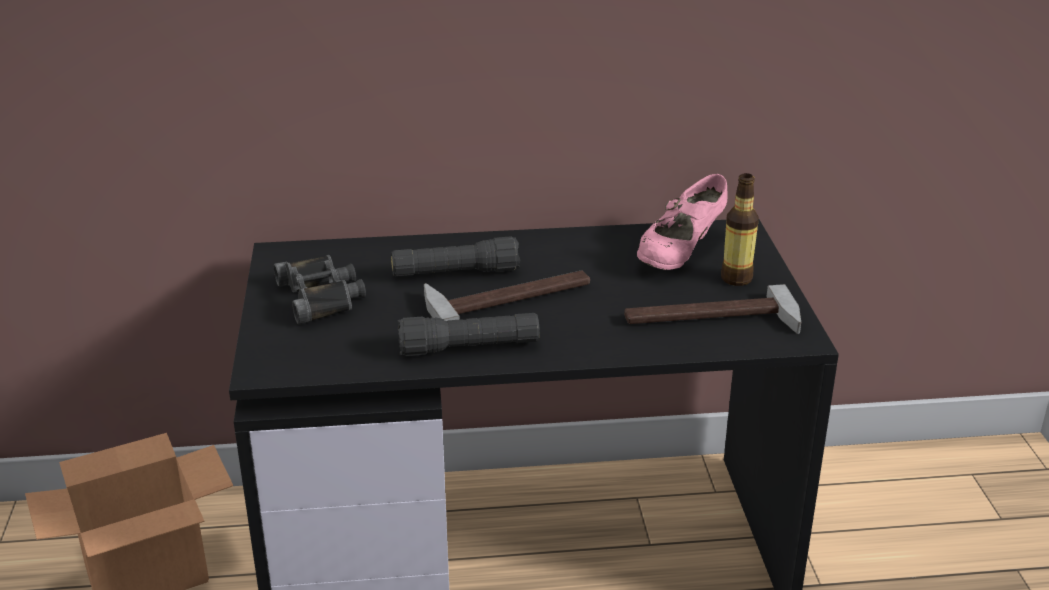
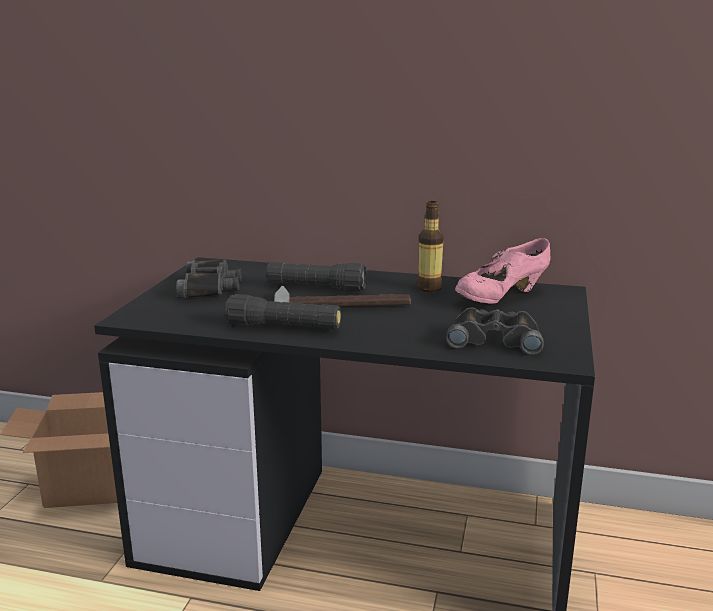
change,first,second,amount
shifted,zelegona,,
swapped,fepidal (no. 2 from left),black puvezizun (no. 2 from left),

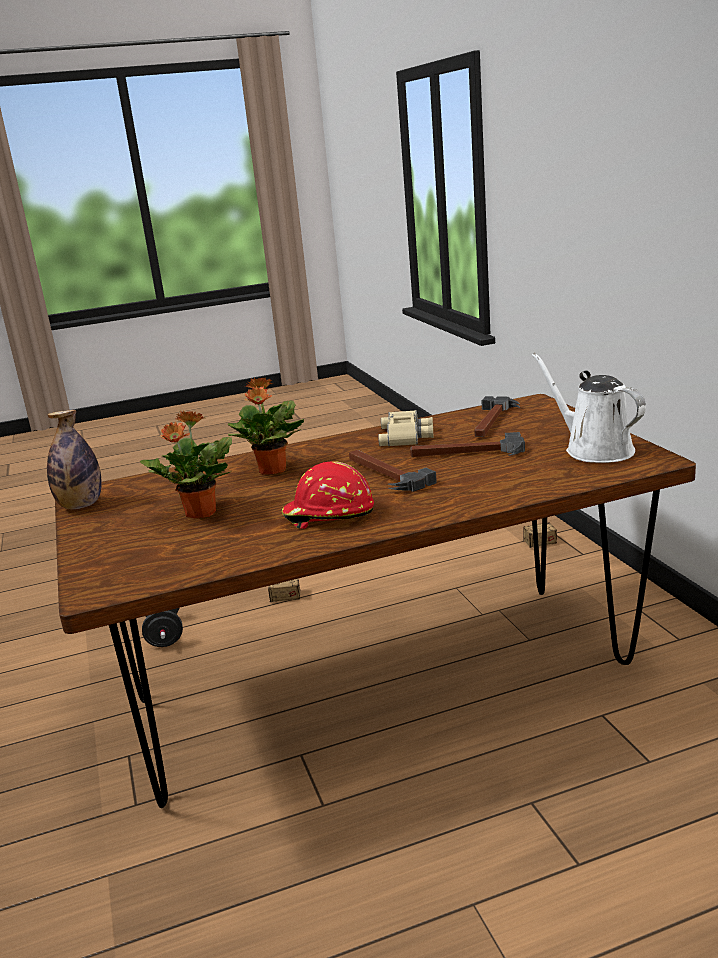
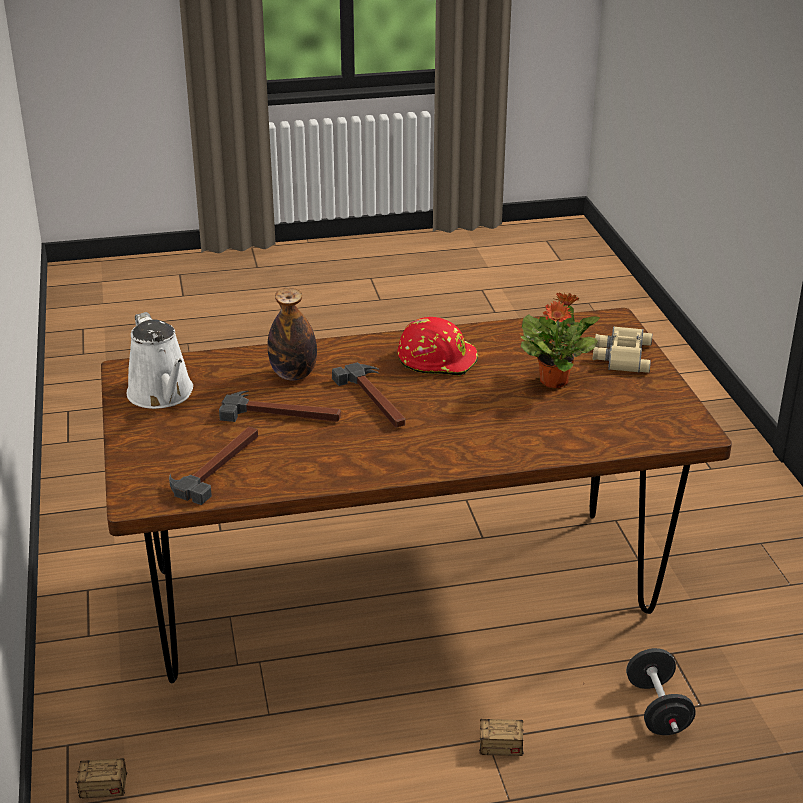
change,first,second,amount
gone,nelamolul (no. 2 from left),,
shifted,zelegona,,
shifted,beige puvezizun,,

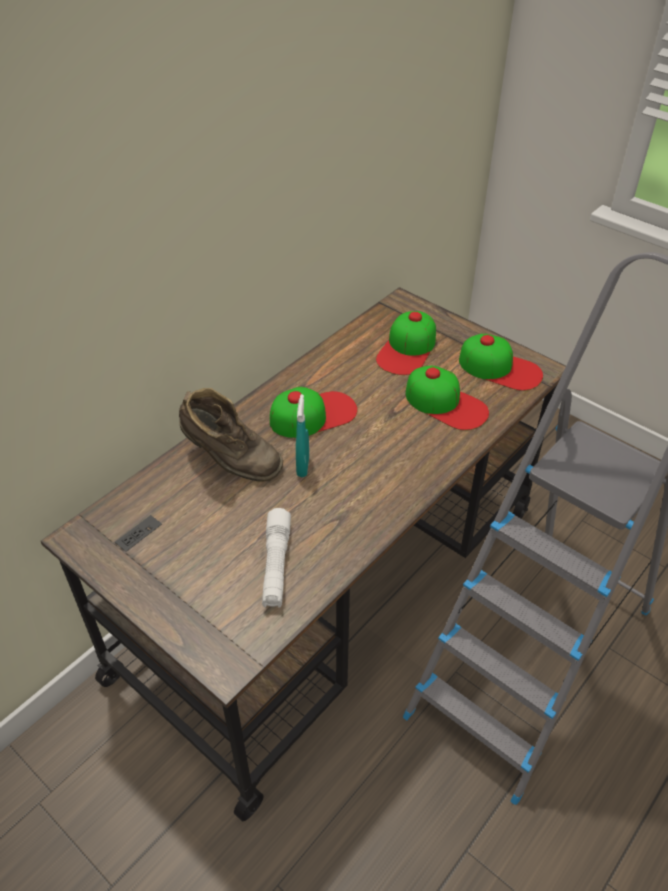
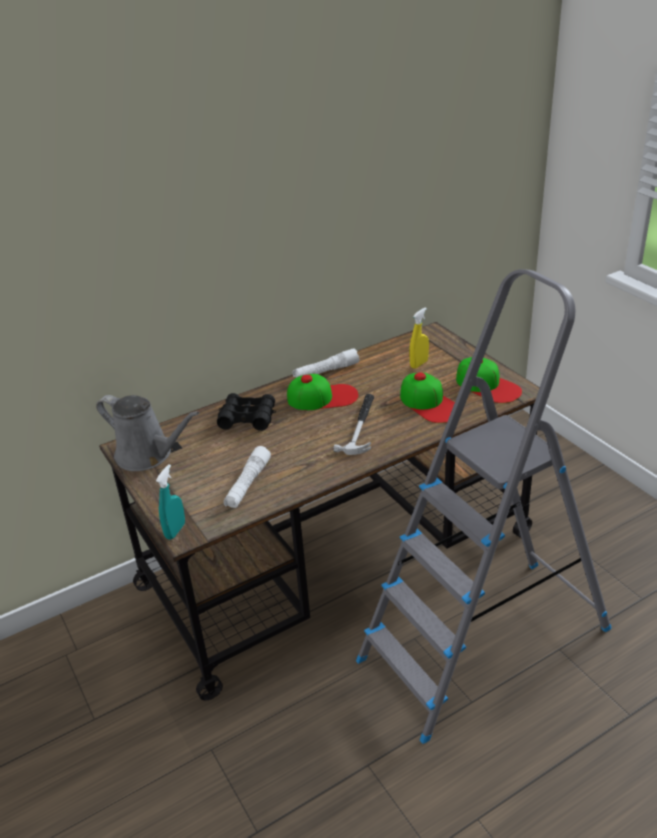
change,first,second,amount
swapped,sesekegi (no. 2 from left),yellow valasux,
swapped,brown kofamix,black puvezizun,
shifted,turquoise valasux,,
new,,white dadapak (no. 2 from left),
new,,fepidal,
new,,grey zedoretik,

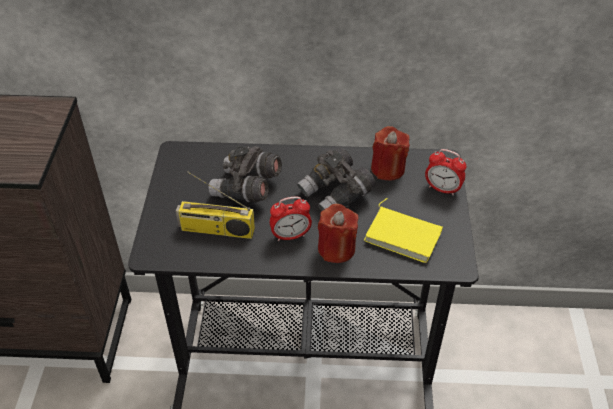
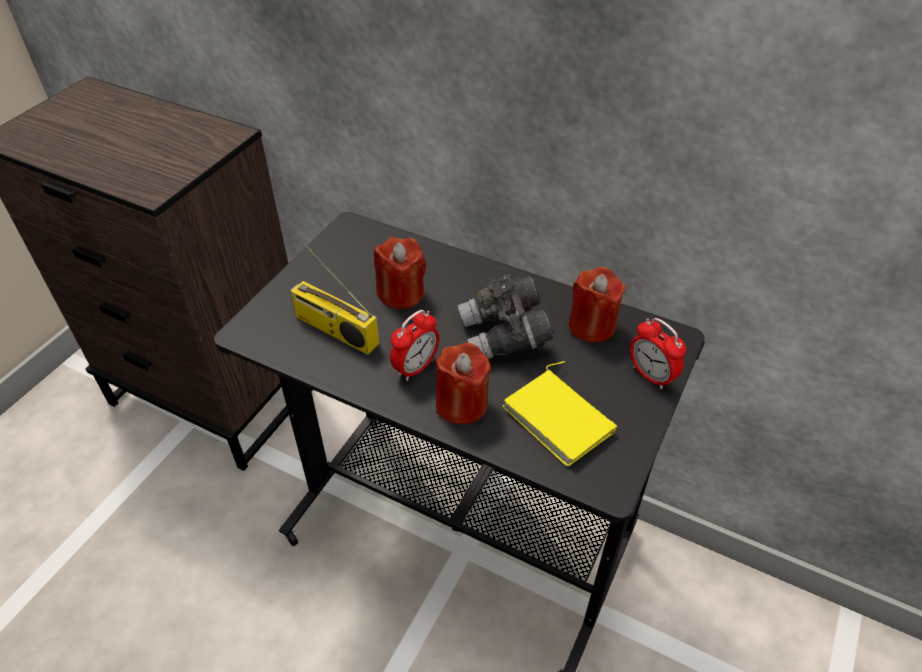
change,first,second,amount
swapped,grey puvezizun (no. 1 from left),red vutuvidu (no. 1 from left),
rotated,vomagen (no. 1 from left),,60 degrees counterclockwise

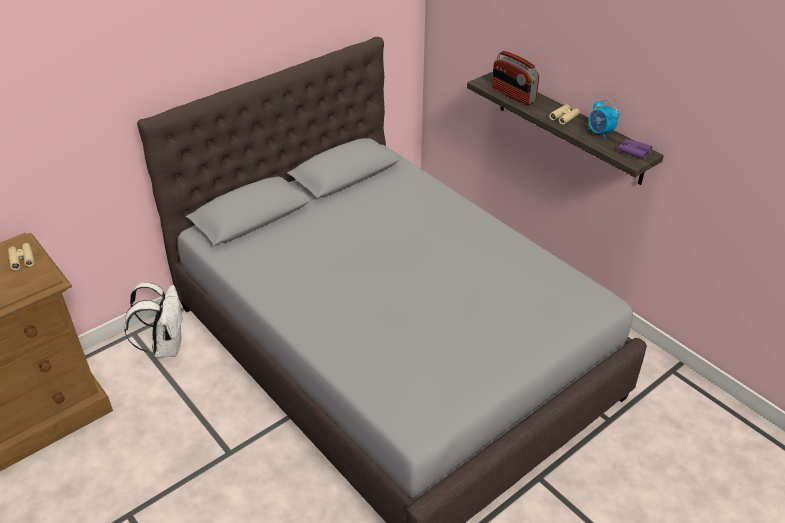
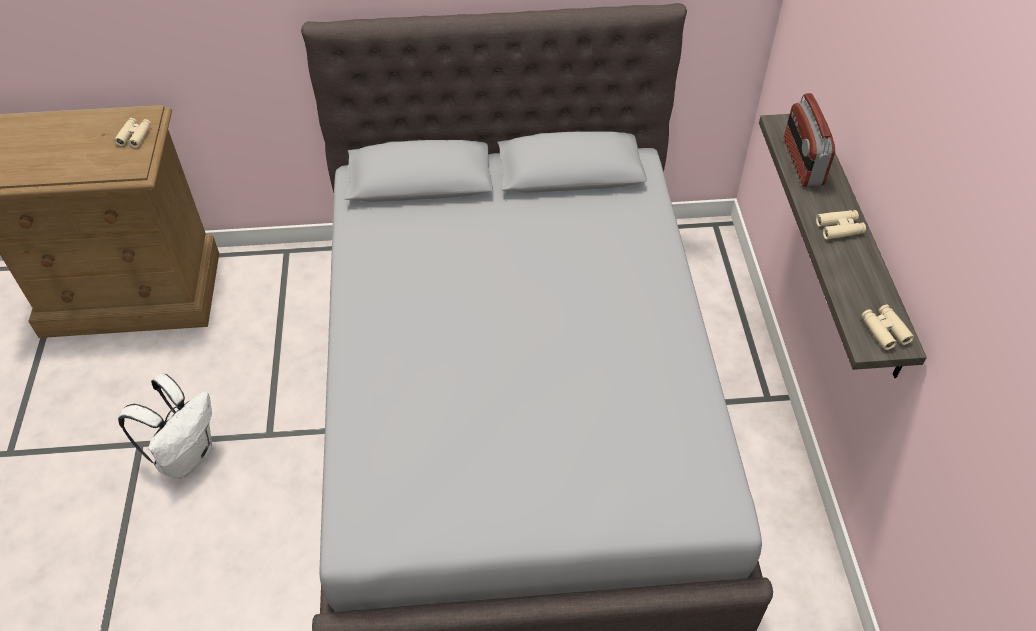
change,first,second,amount
gone,vomagen,,
repainted,purple puvezizun,beige puvezizun (no. 3 from left),
shifted,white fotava,,

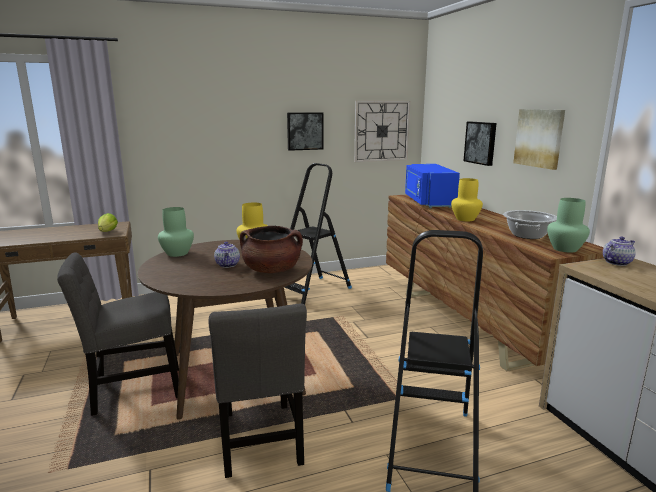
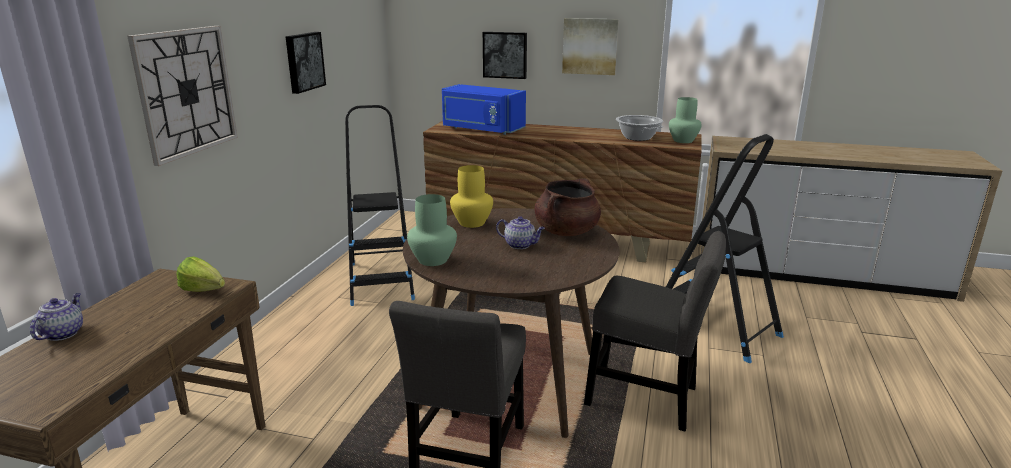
change,first,second,amount
shifted,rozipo,,
gone,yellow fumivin (no. 2 from left),,
shifted,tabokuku (no. 2 from left in the first image),tabokuku (no. 1 from left),

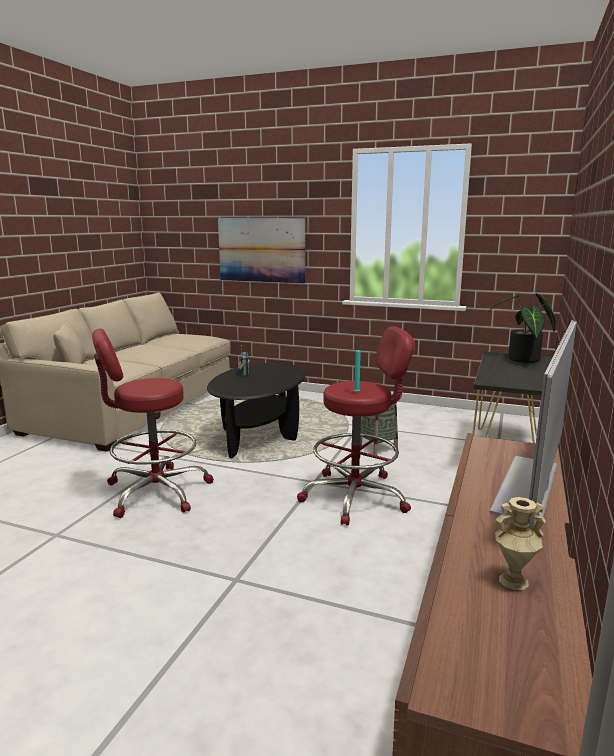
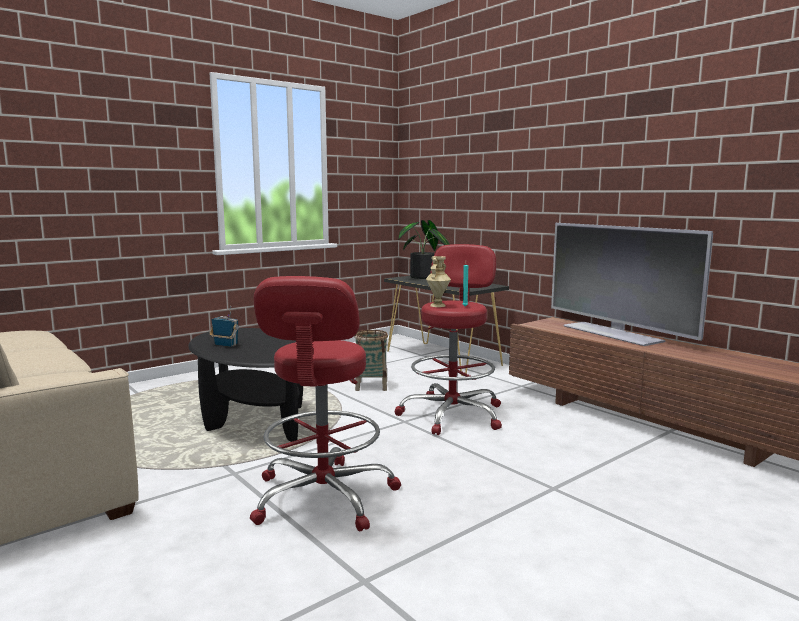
change,first,second,amount
gone,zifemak,,
shifted,beige fumivin,,

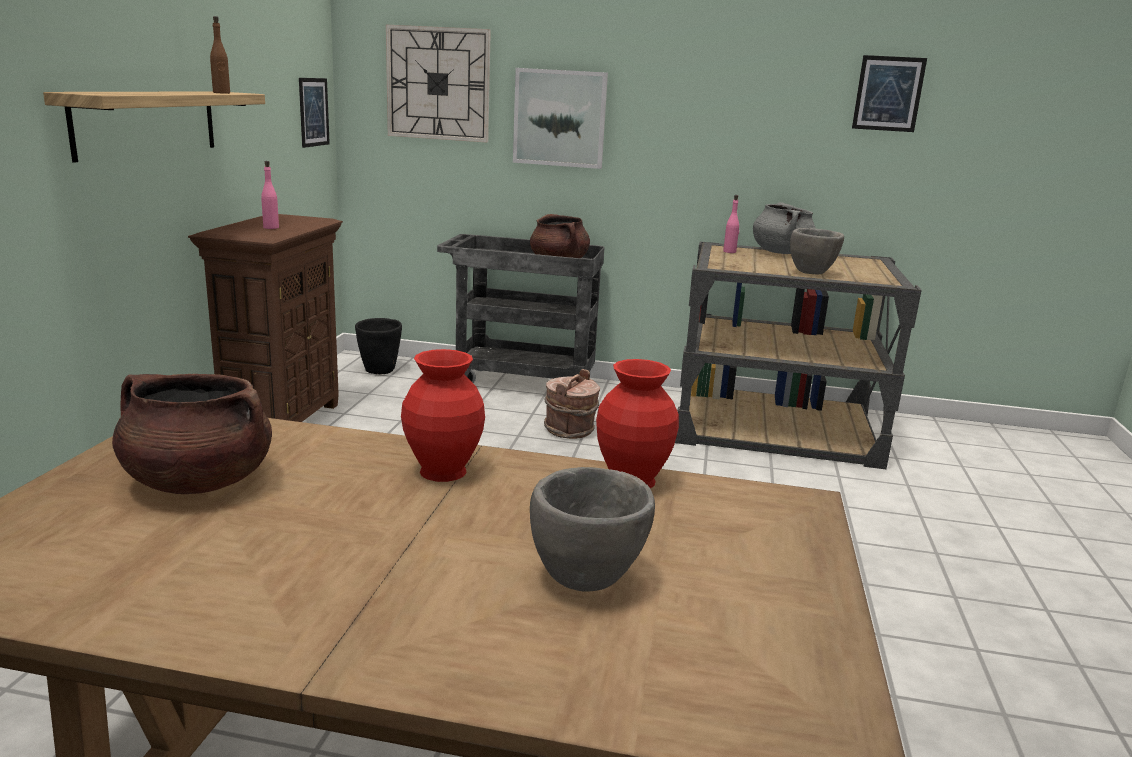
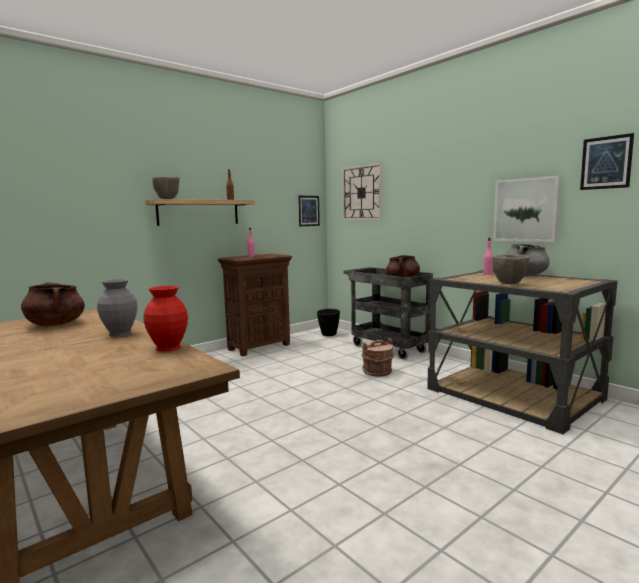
change,first,second,amount
shifted,zifemak (no. 2 from left),,
repainted,red fumivin (no. 1 from left),grey fumivin,
shifted,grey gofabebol (no. 1 from left),,

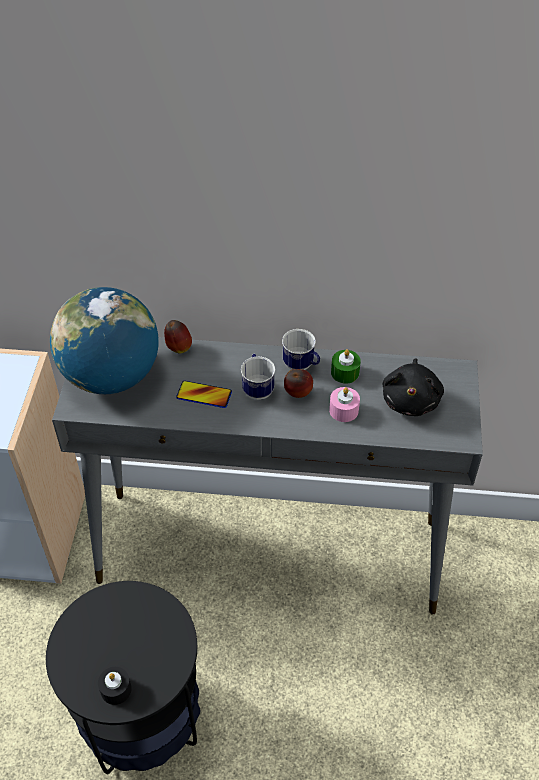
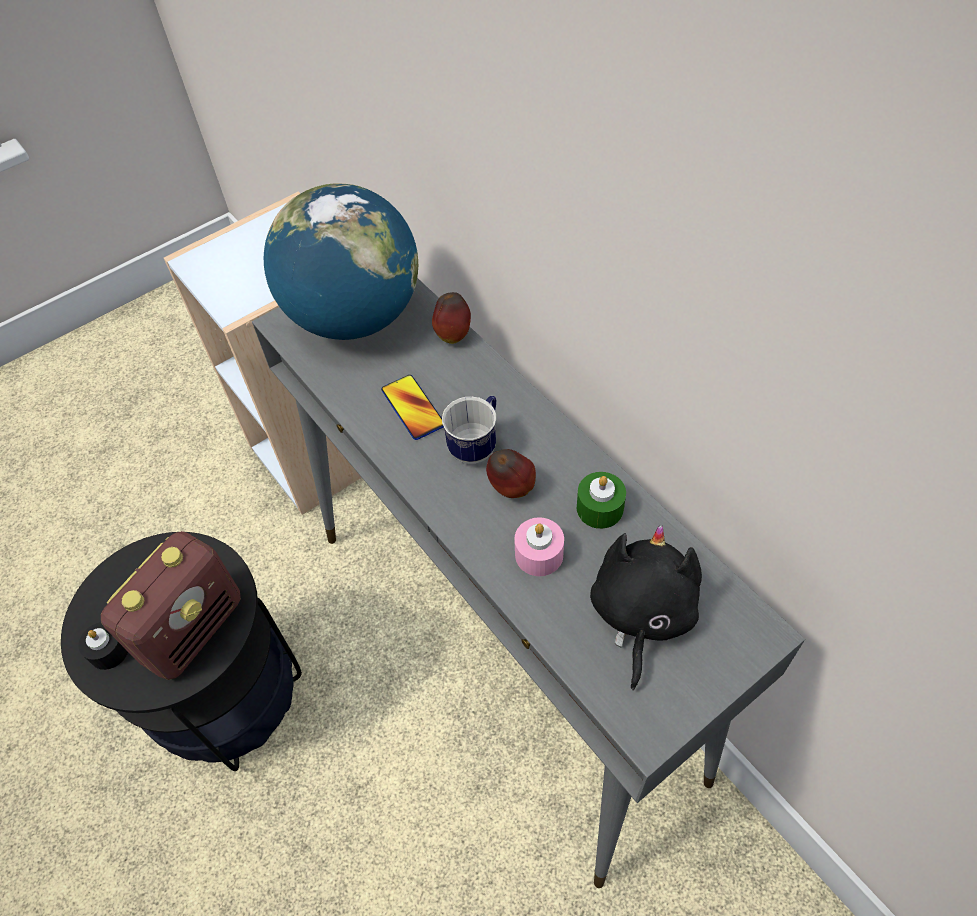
change,first,second,amount
gone,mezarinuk (no. 2 from left),,
rotated,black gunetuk,,135 degrees clockwise
new,,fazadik,

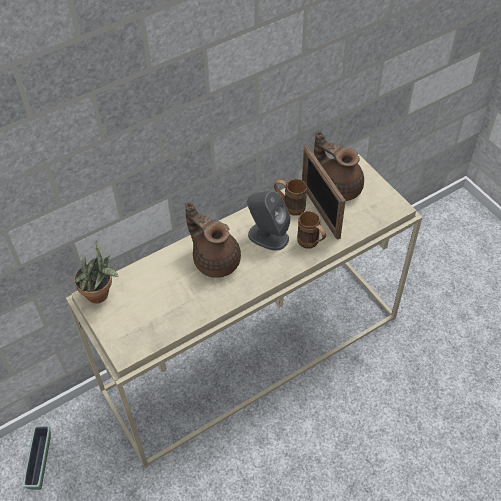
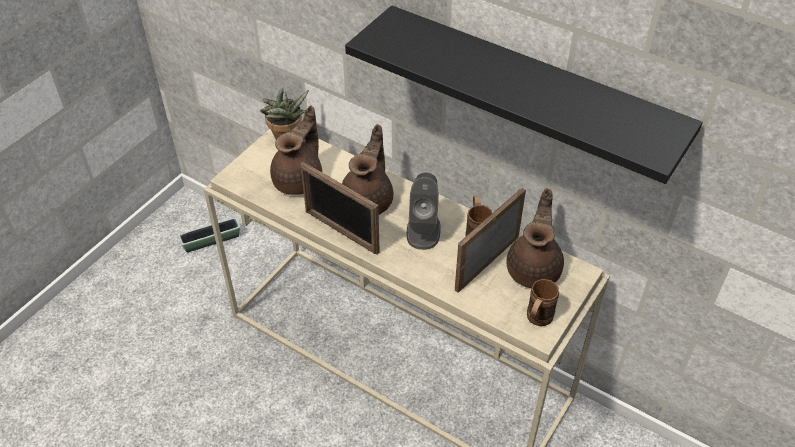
change,first,second,amount
shifted,brown mezarinuk (no. 2 from left),,
new,,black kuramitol,
new,,brown tabokuku (no. 1 from left),
new,,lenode (no. 1 from left),

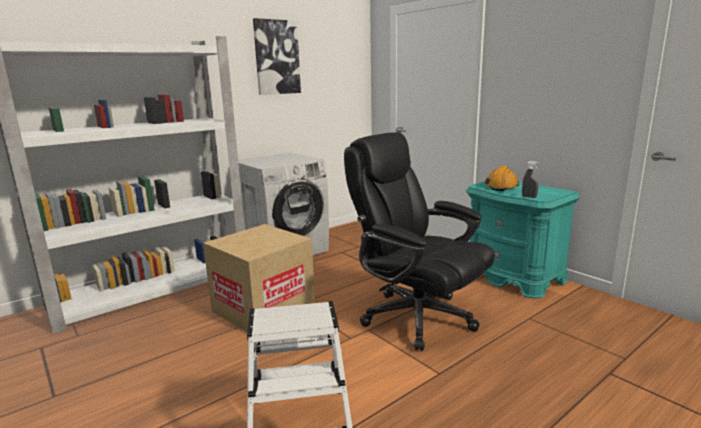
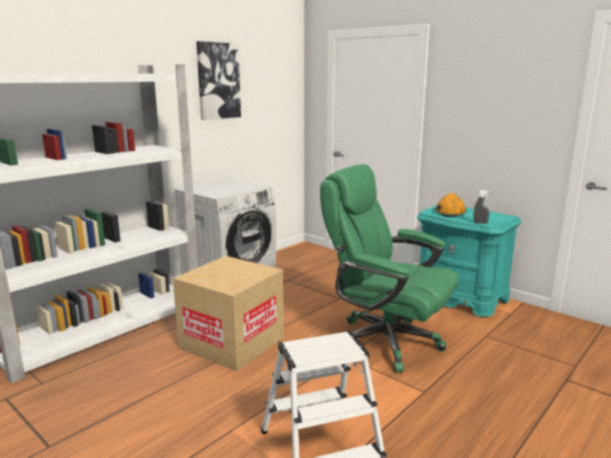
change,first,second,amount
repainted,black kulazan,green kulazan,

